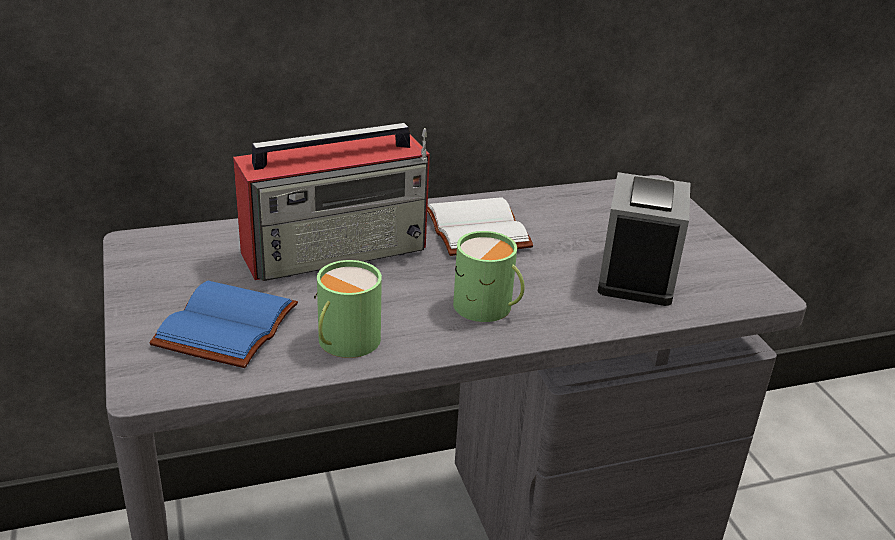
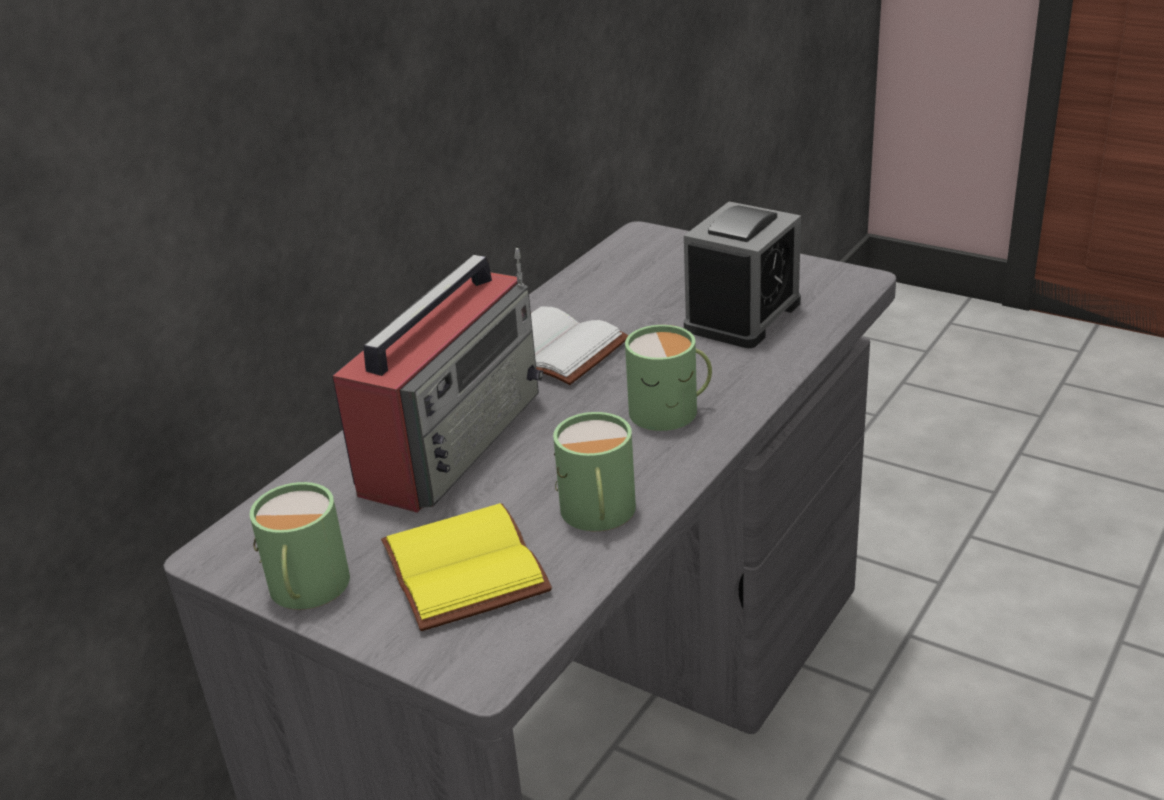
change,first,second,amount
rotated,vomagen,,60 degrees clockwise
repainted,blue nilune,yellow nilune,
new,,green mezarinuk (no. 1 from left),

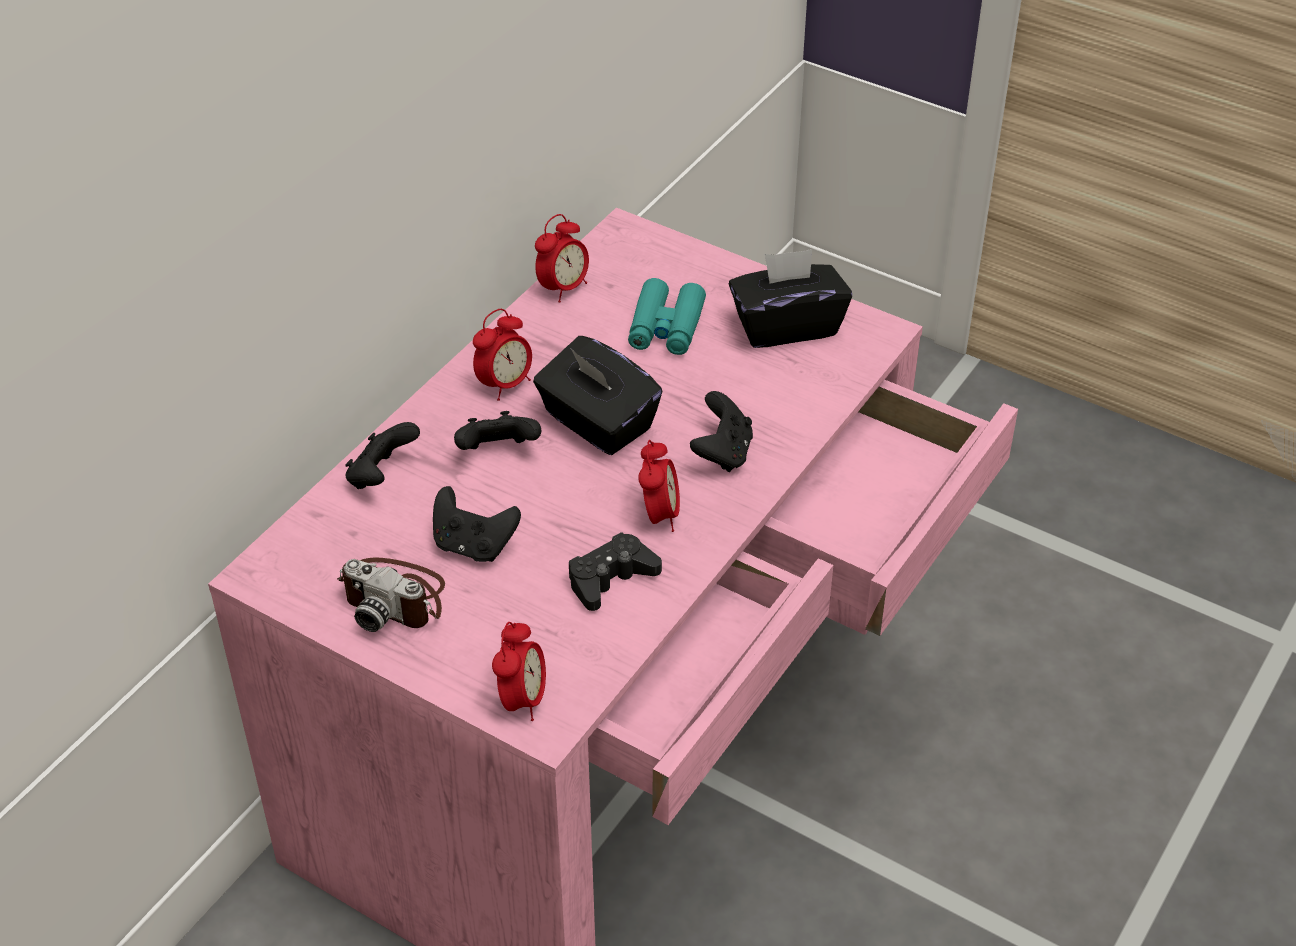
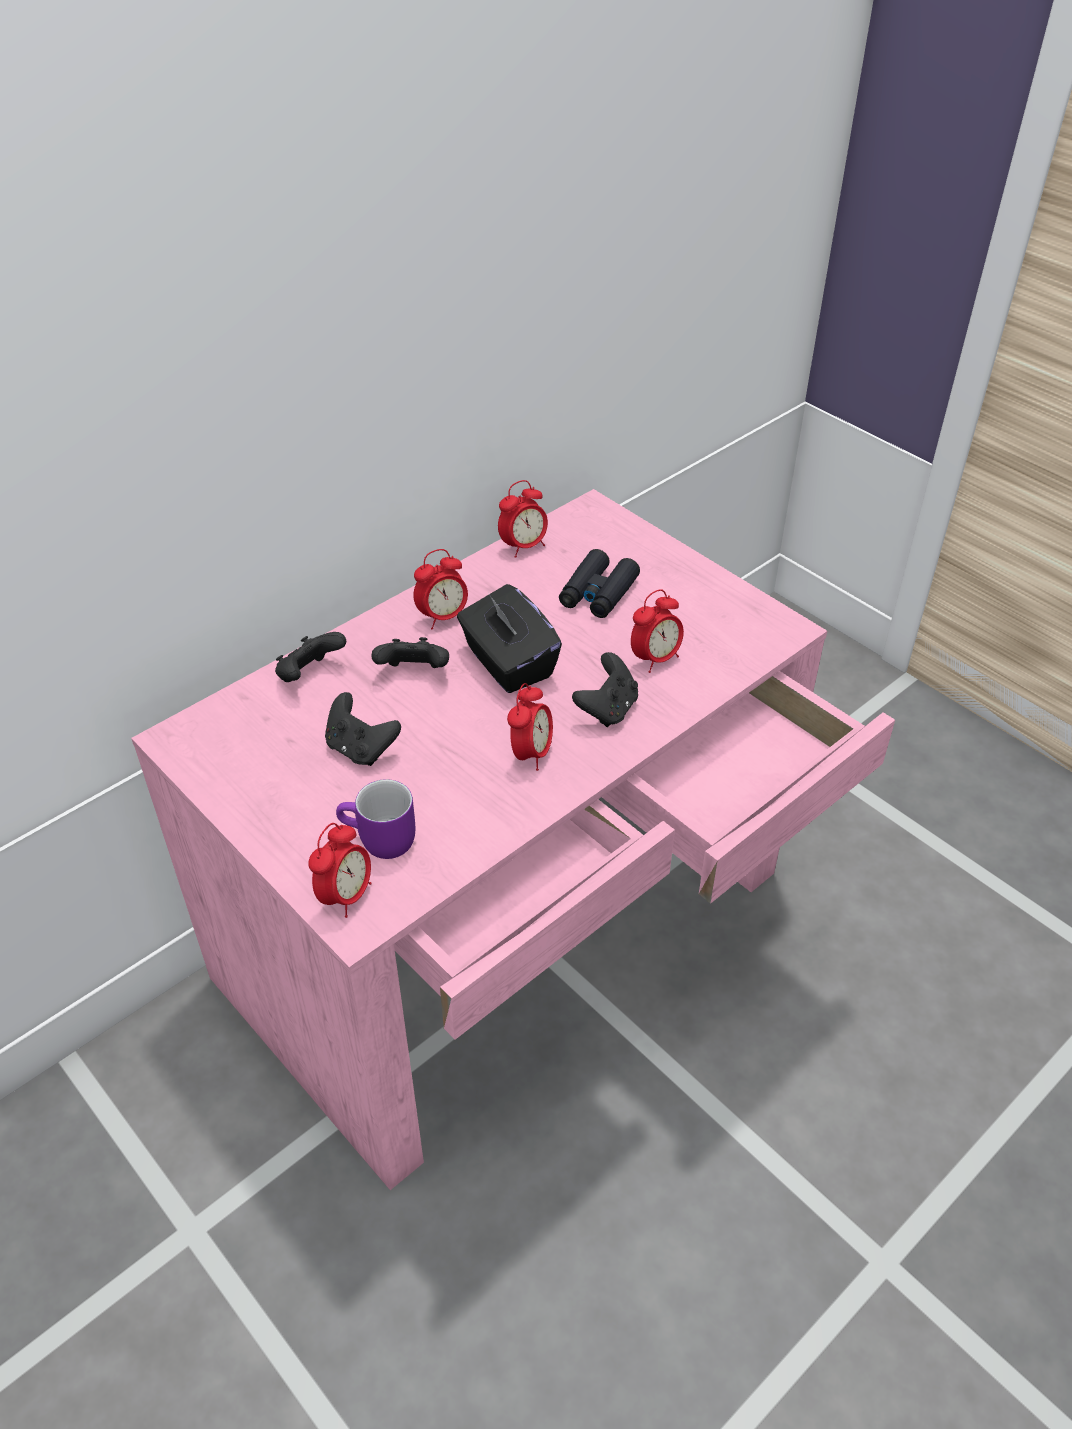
change,first,second,amount
gone,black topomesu (no. 2 from left),,
repainted,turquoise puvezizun,black puvezizun,
gone,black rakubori (no. 4 from left),,
gone,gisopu,,
new,,vomagen (no. 5 from left),
new,,purple mezarinuk,

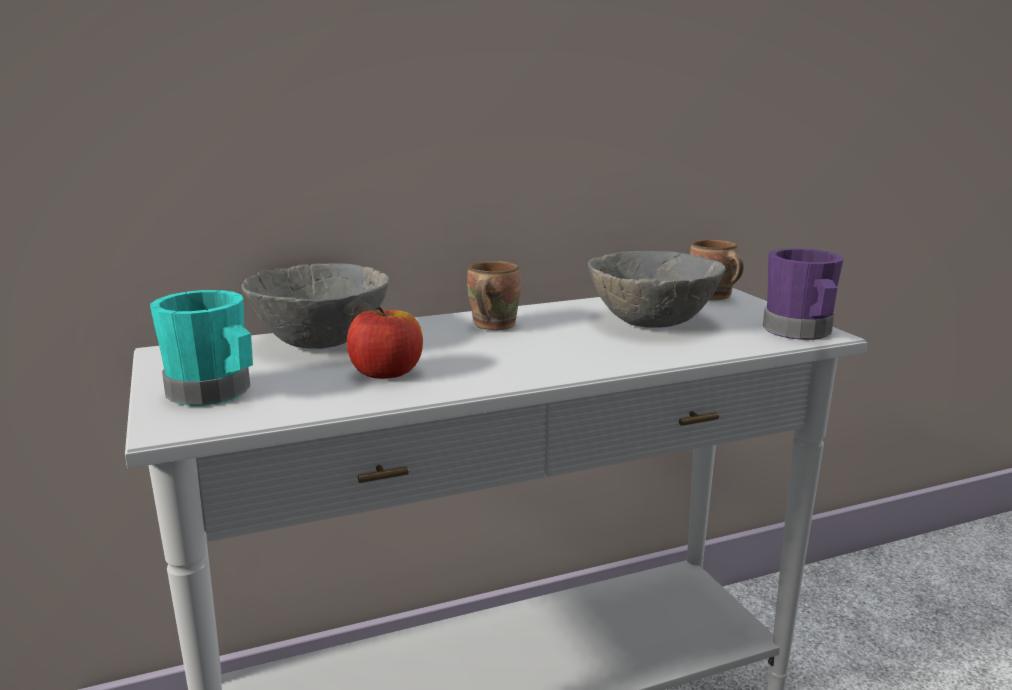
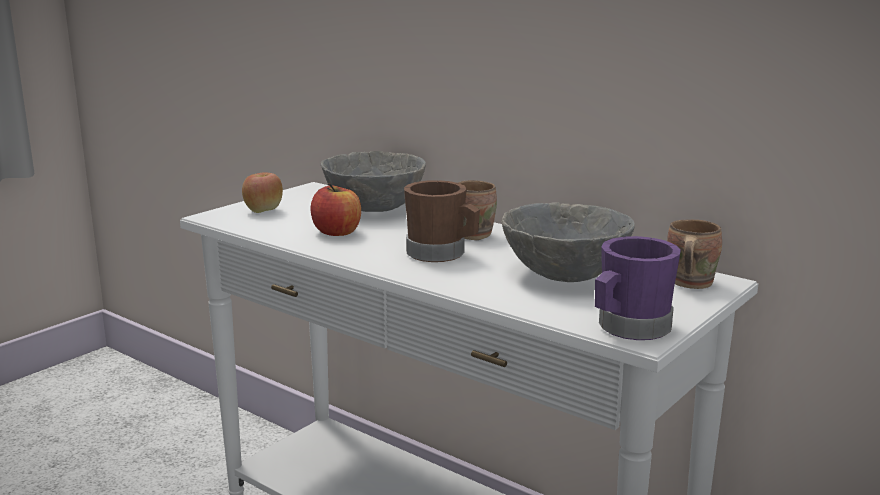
change,first,second,amount
swapped,turquoise mezarinuk,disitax (no. 1 from left),
new,,brown mezarinuk (no. 1 from left),

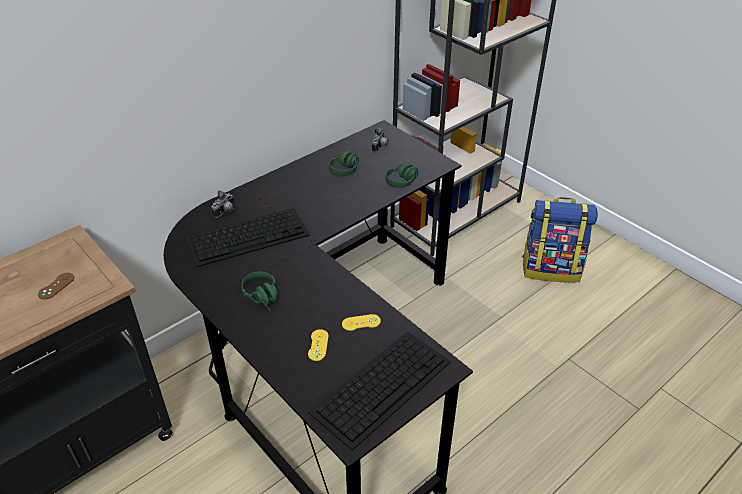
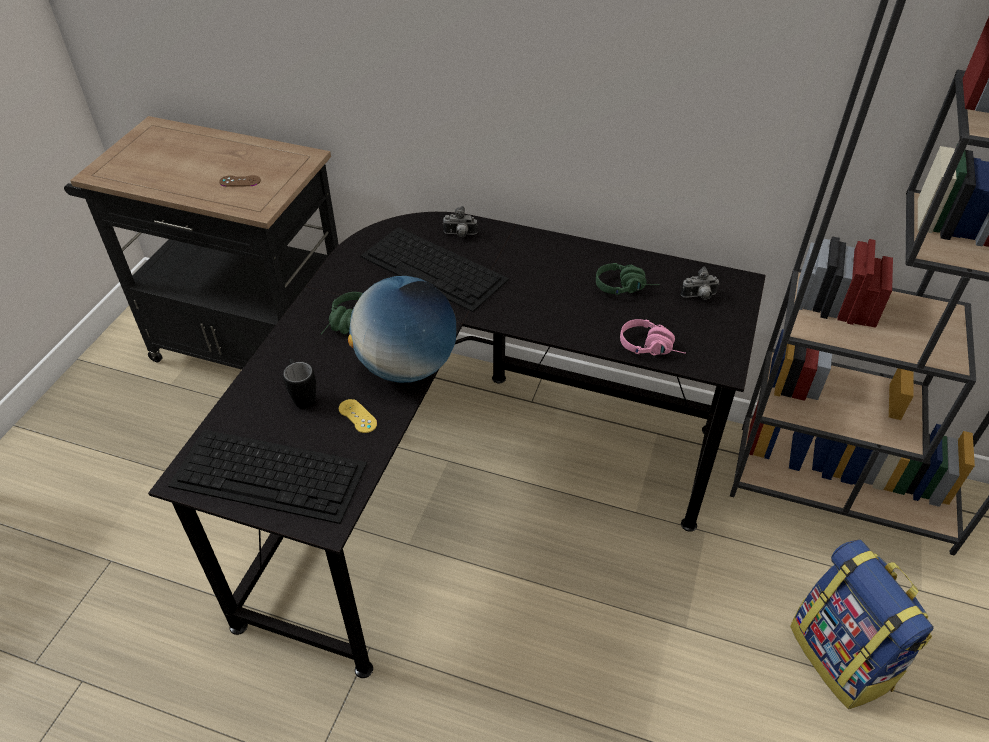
change,first,second,amount
repainted,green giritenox (no. 3 from left),pink giritenox,
swapped,yellow rakubori (no. 1 from left),black mezarinuk,
new,,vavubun,

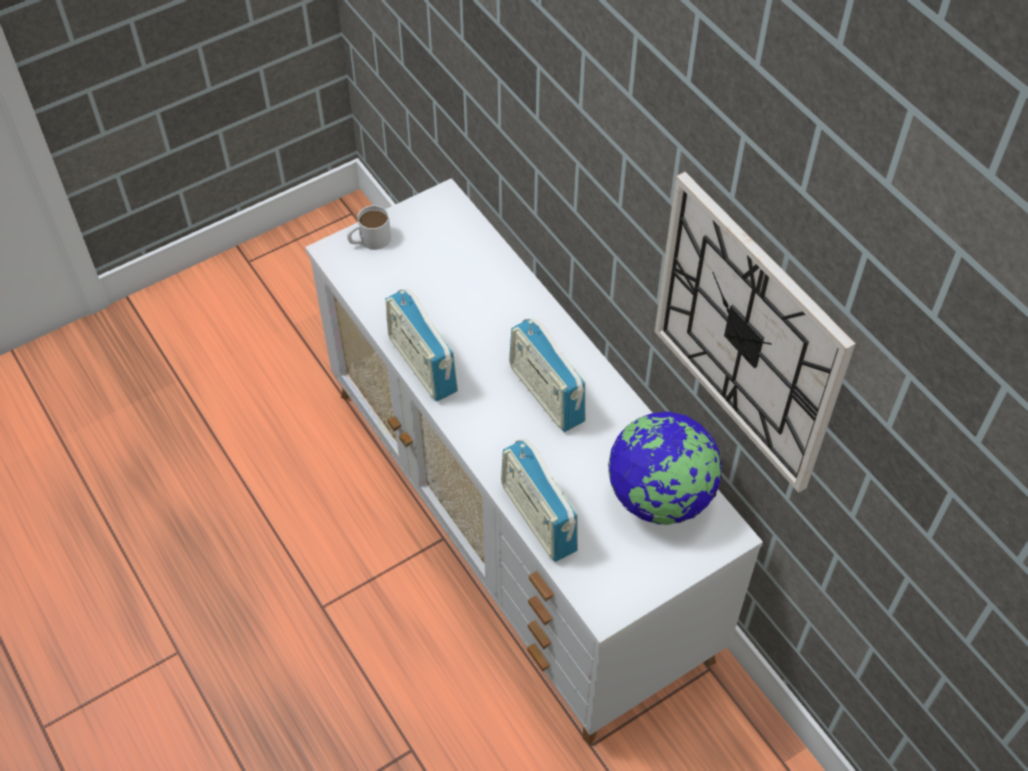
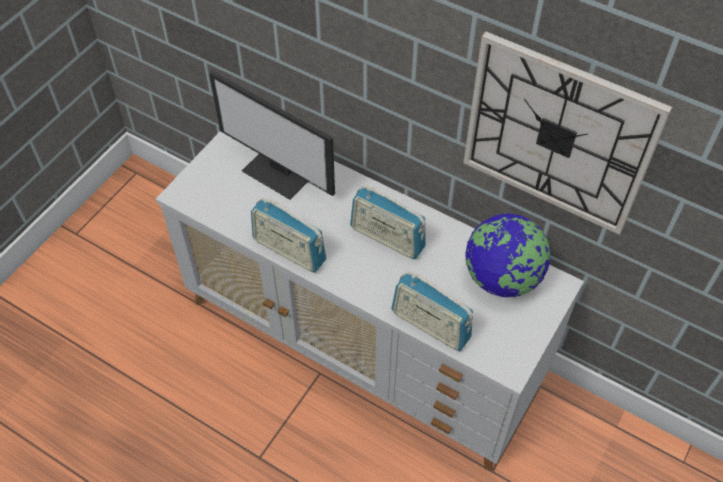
change,first,second,amount
gone,white mezarinuk,,
new,,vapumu,

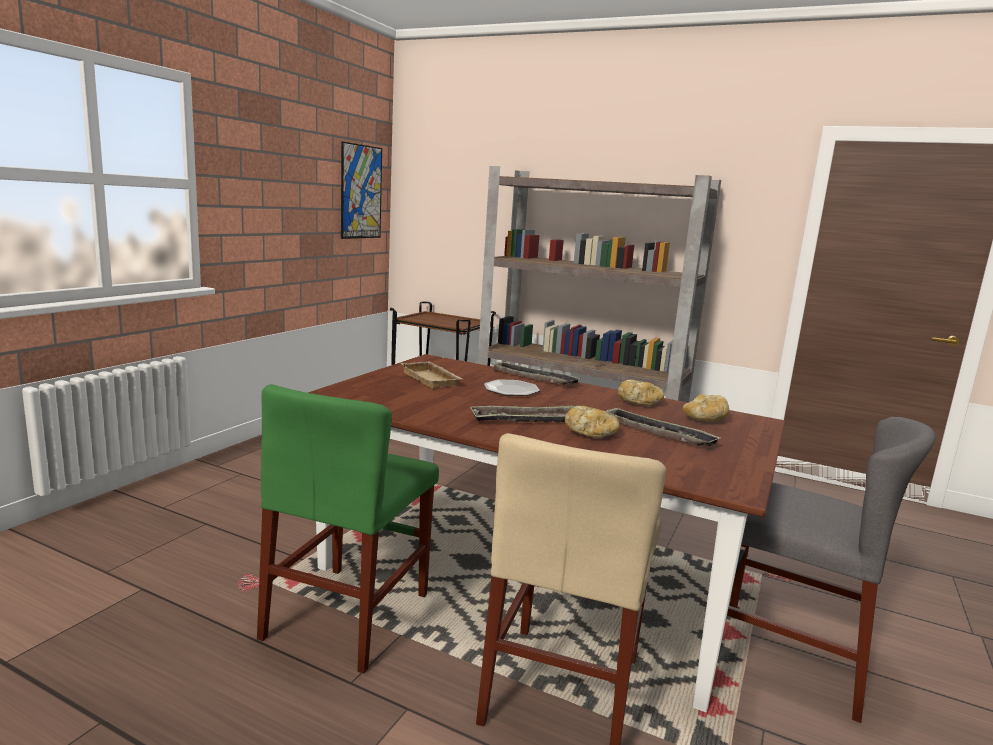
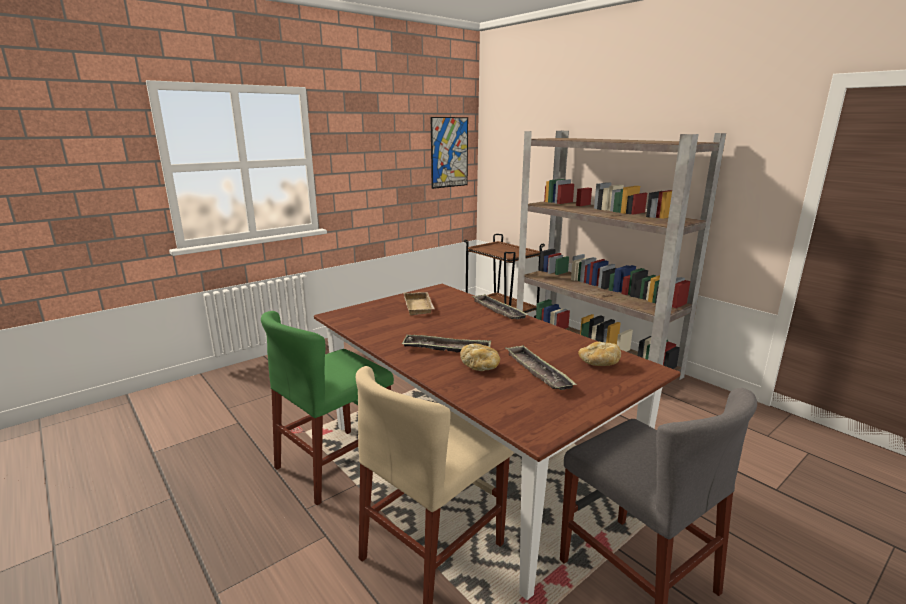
change,first,second,amount
gone,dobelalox,,
gone,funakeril (no. 2 from left),,

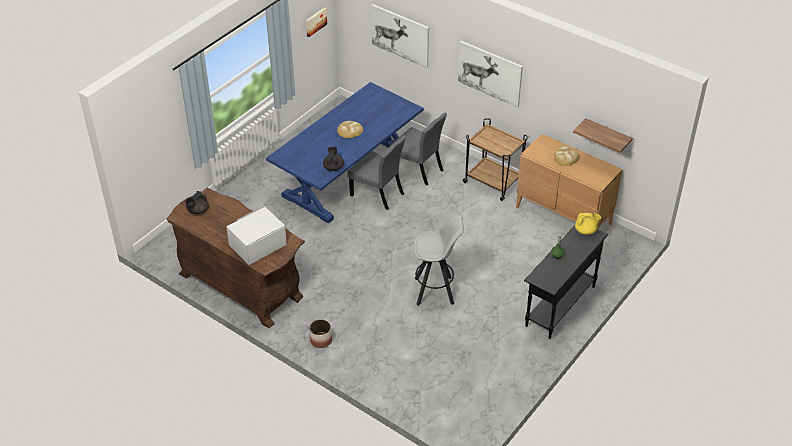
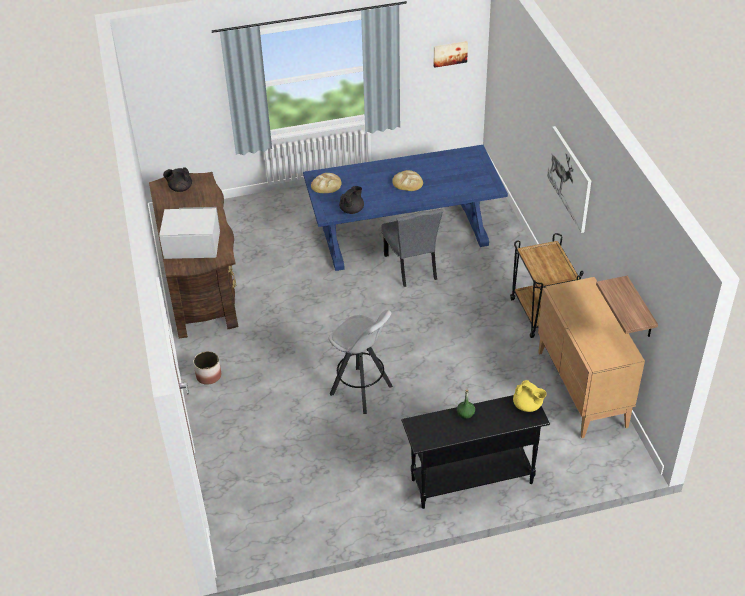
change,first,second,amount
gone,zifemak (no. 2 from left),,
gone,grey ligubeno (no. 2 from left),,
shifted,funakeril (no. 2 from left in the first image),funakeril (no. 1 from left),

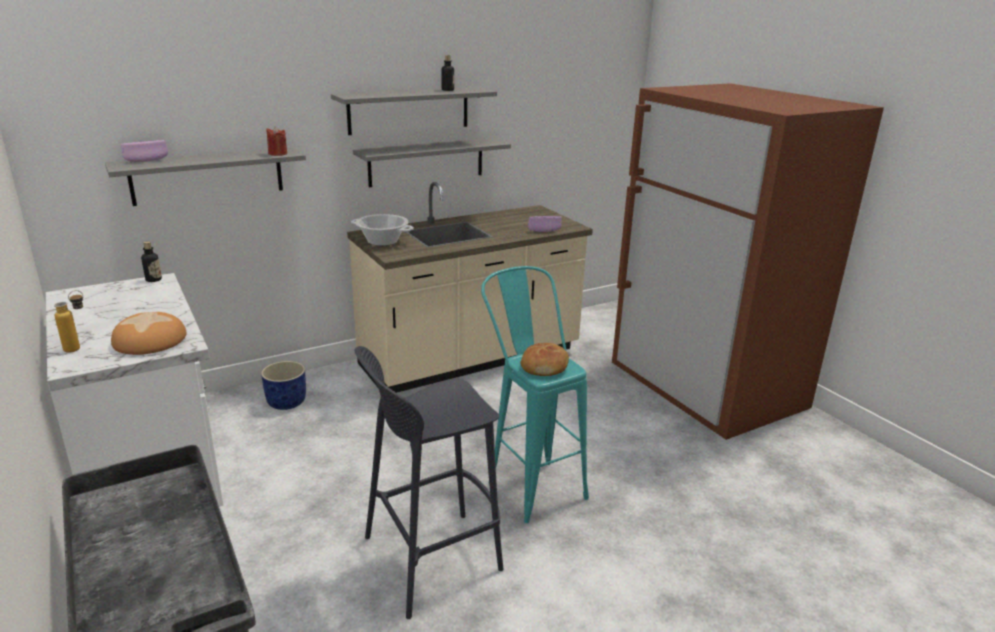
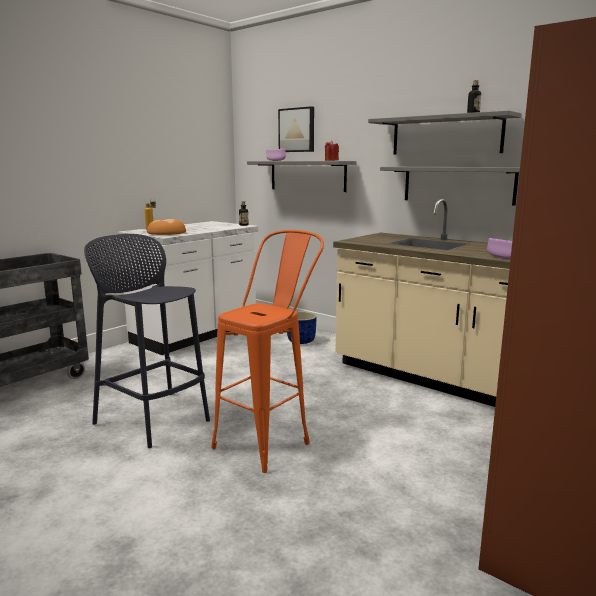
change,first,second,amount
gone,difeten,,
repainted,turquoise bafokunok,orange bafokunok,
gone,funakeril (no. 2 from left),,
new,,zifemak,

